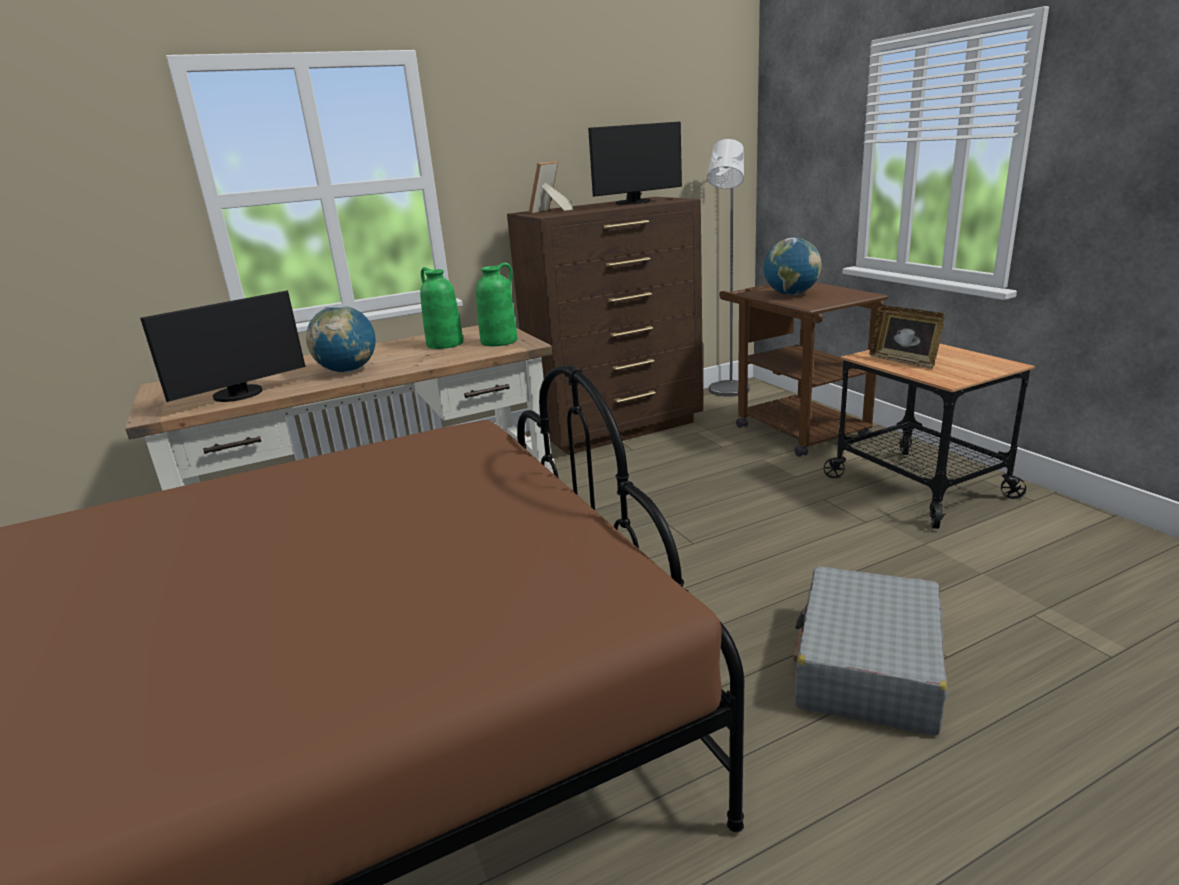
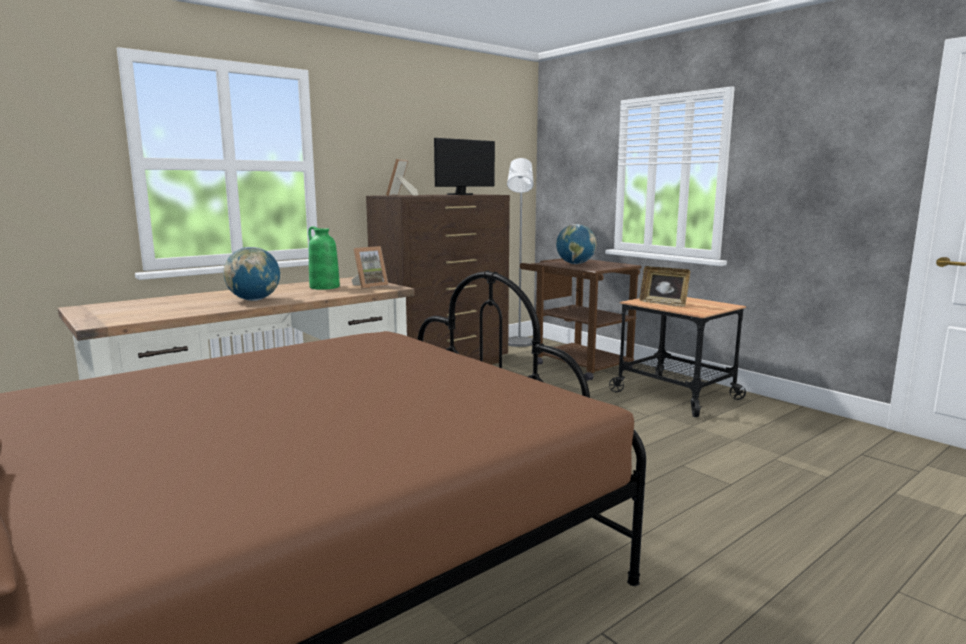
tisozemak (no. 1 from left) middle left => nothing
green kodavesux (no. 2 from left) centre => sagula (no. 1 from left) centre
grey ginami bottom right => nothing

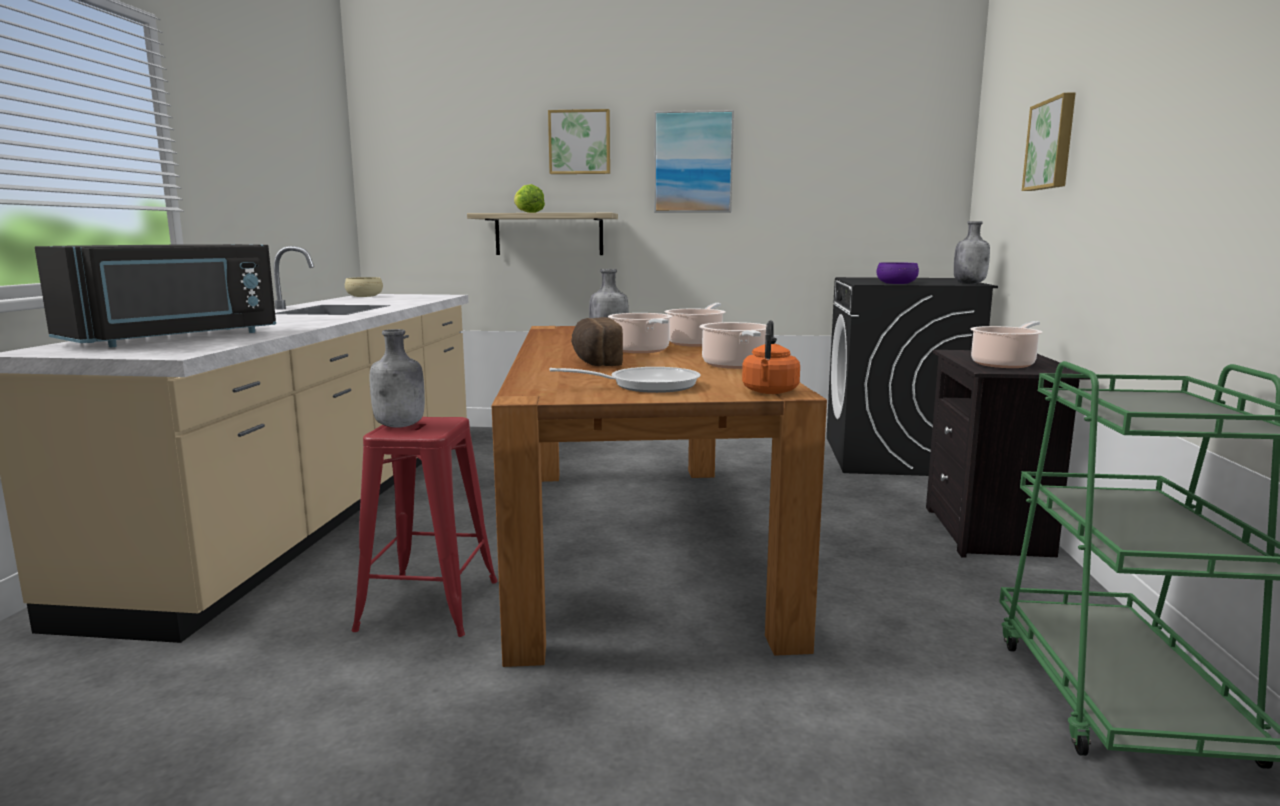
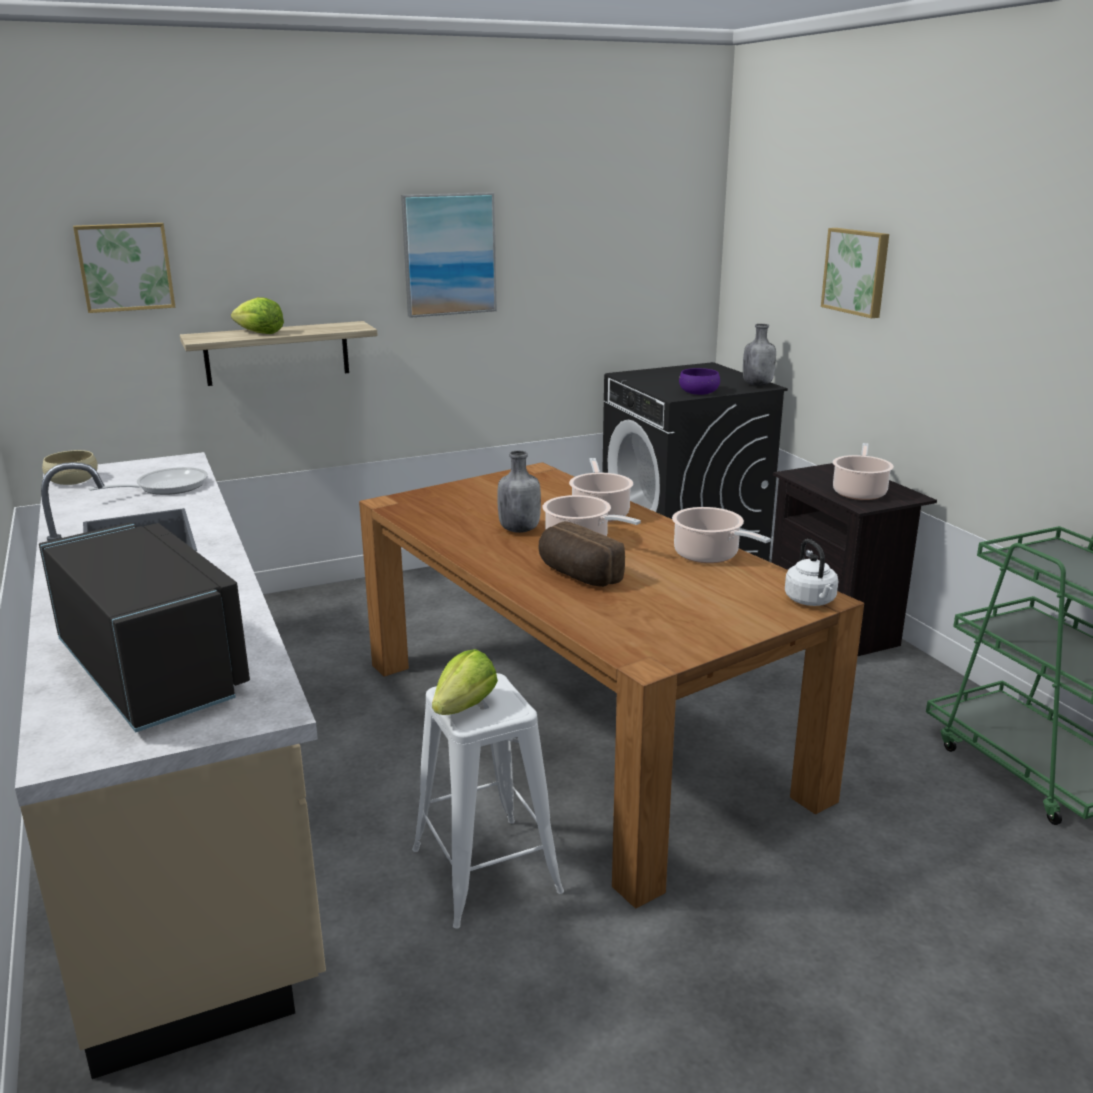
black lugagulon middle left, 45 degrees counterclockwise
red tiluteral middle left => white tiluteral bottom centre
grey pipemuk (no. 1 from left) middle left => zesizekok (no. 2 from left) centre
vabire (no. 1 from left) top centre => vabire (no. 1 from left) top left, shifted
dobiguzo centre => dobiguzo middle left, shifted
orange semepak centre => white semepak middle right

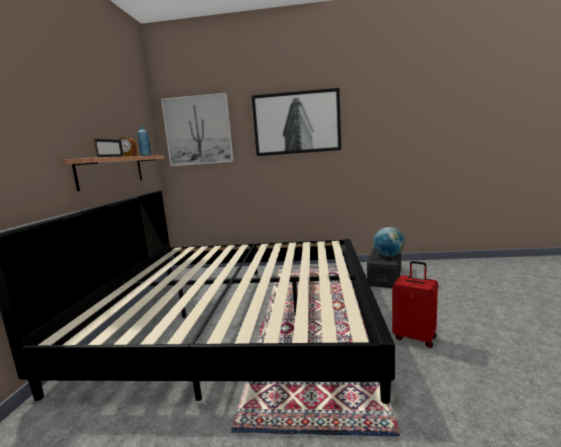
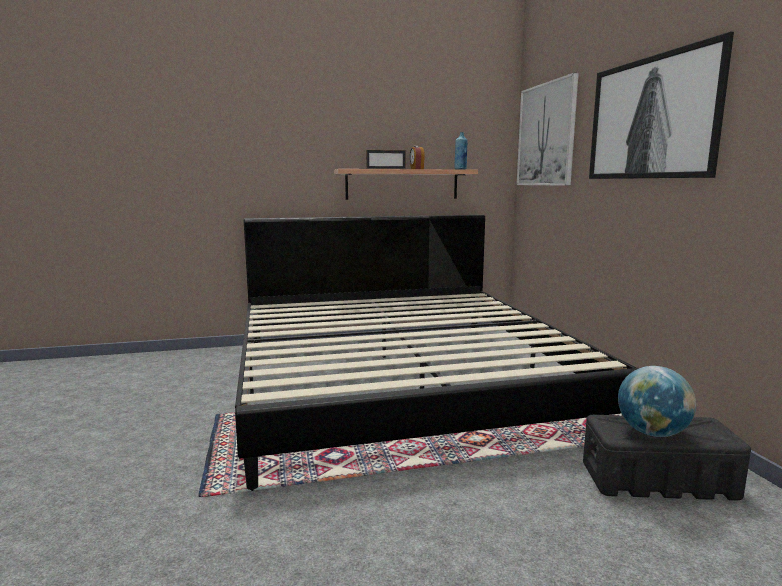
red ginami bottom right => nothing

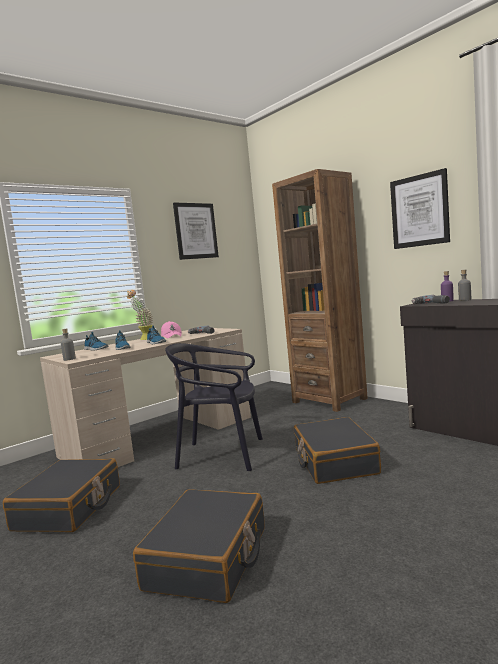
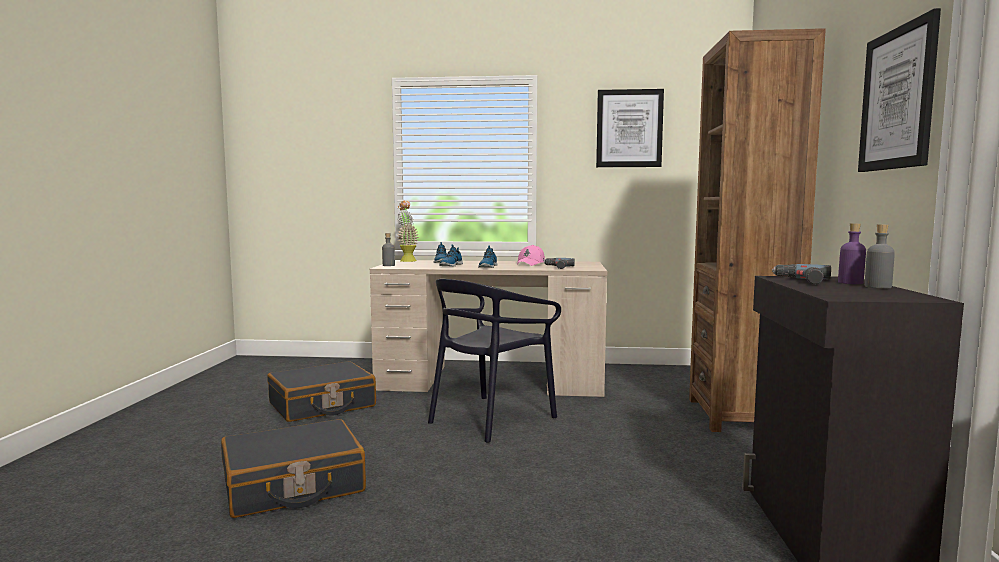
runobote middle left => runobote centre, shifted
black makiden centre, 105 degrees counterclockwise
black ginami (no. 3 from left) bottom right => nothing

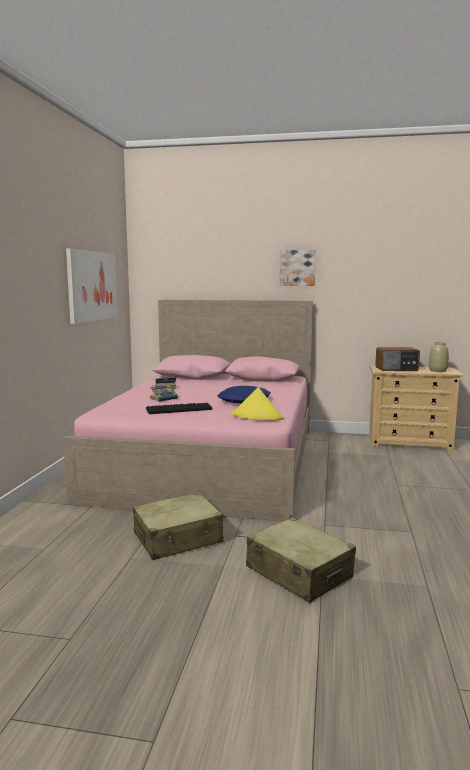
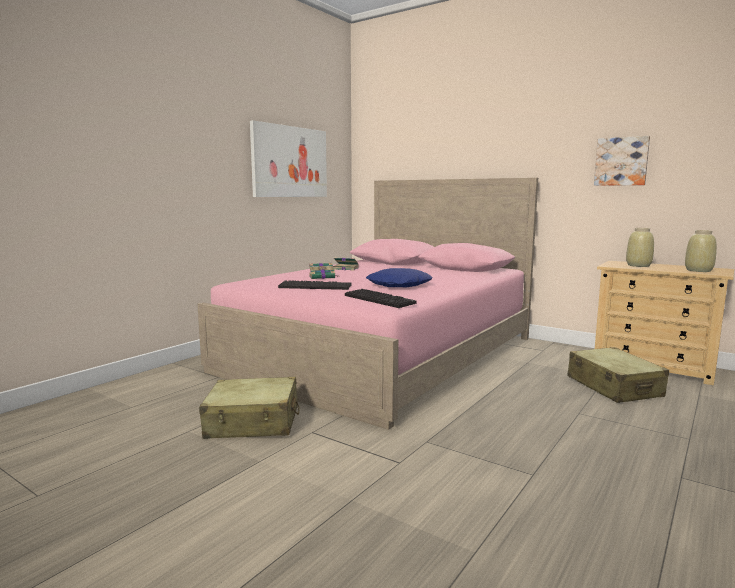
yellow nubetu centre => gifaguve (no. 2 from left) centre
beige ginami (no. 2 from left) bottom centre => beige ginami (no. 2 from left) middle right, shifted
vabire (no. 2 from left) centre => vabire (no. 2 from left) top right, shifted
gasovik middle right => beige kodavesux (no. 1 from left) middle right

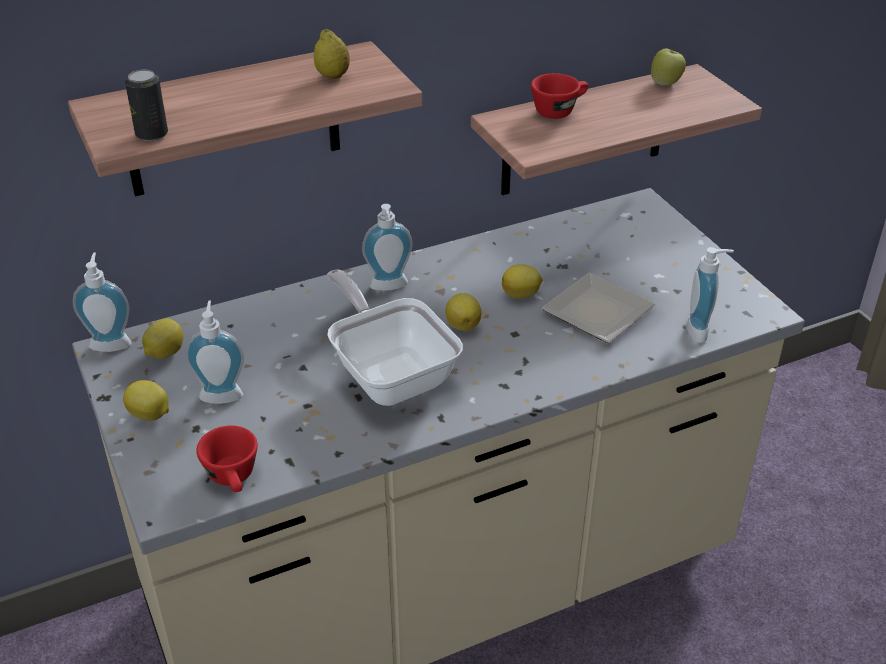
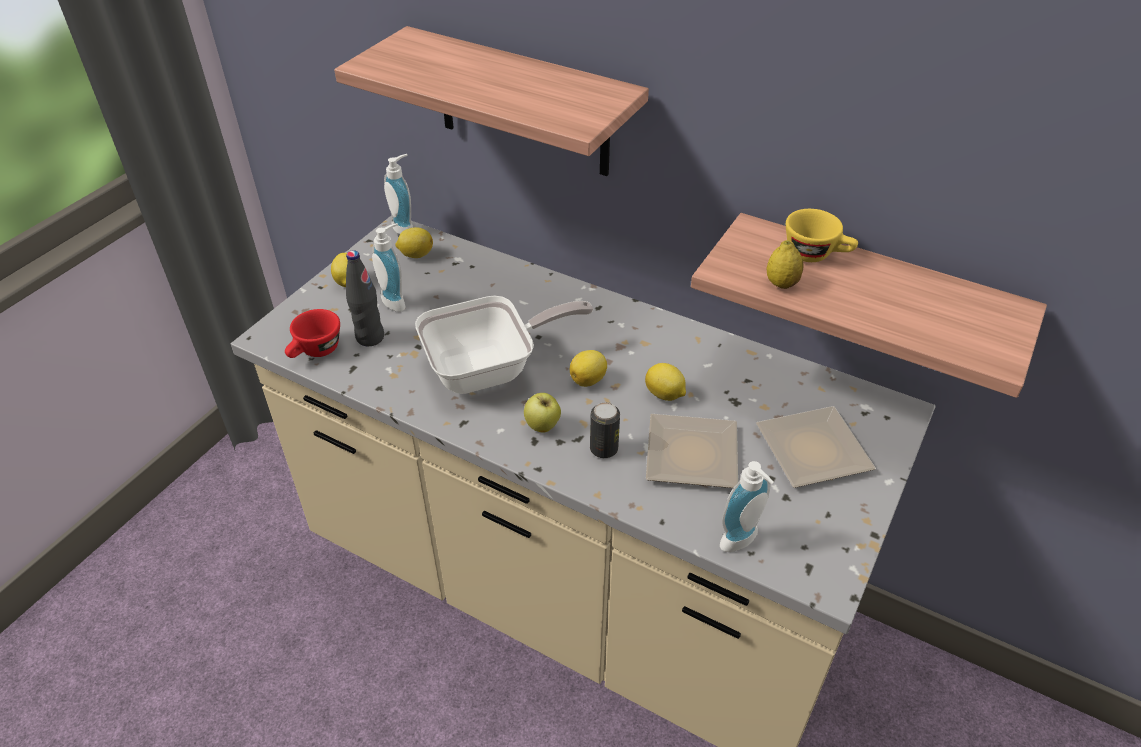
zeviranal top left => zeviranal centre, shifted
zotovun (no. 3 from left in the first image) top centre => zotovun (no. 5 from left) middle right, shifted
dobiguzo centre, 45 degrees clockwise
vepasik (no. 3 from left) centre => nothing
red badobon (no. 2 from left) top centre => yellow badobon top right
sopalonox top right => sopalonox centre, shifted
nothing => black pipemuk middle left
nothing => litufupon (no. 2 from left) middle right

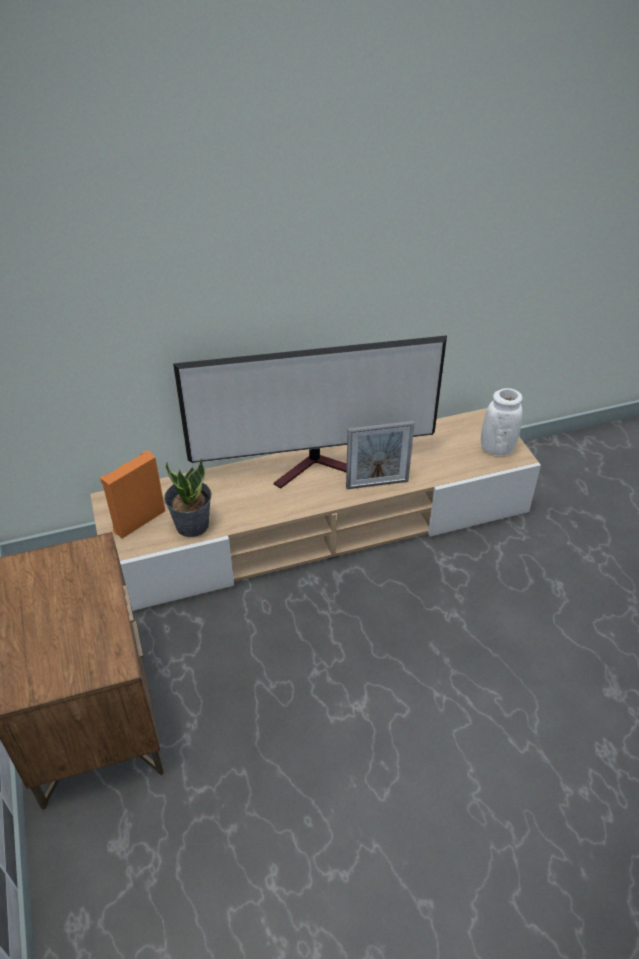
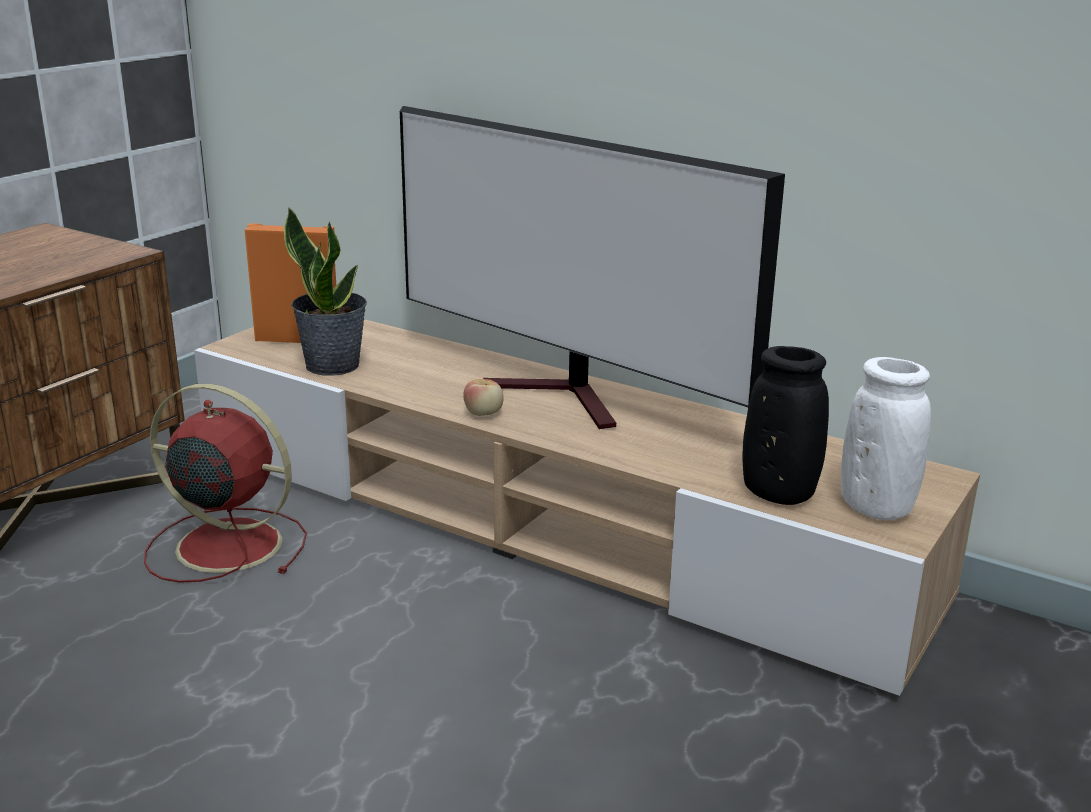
sagula centre => nothing
nothing => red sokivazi middle left
nothing => sopalonox centre
nothing => black kodavesux middle right

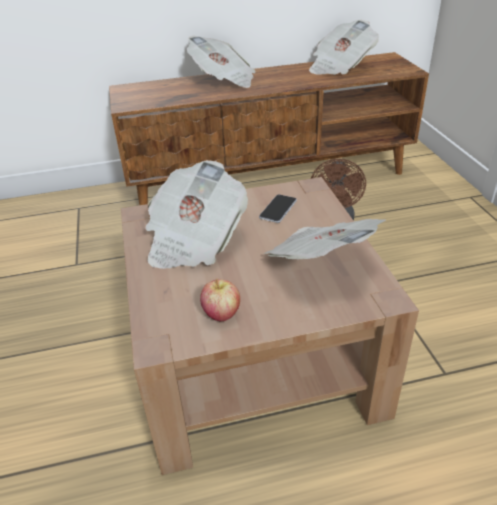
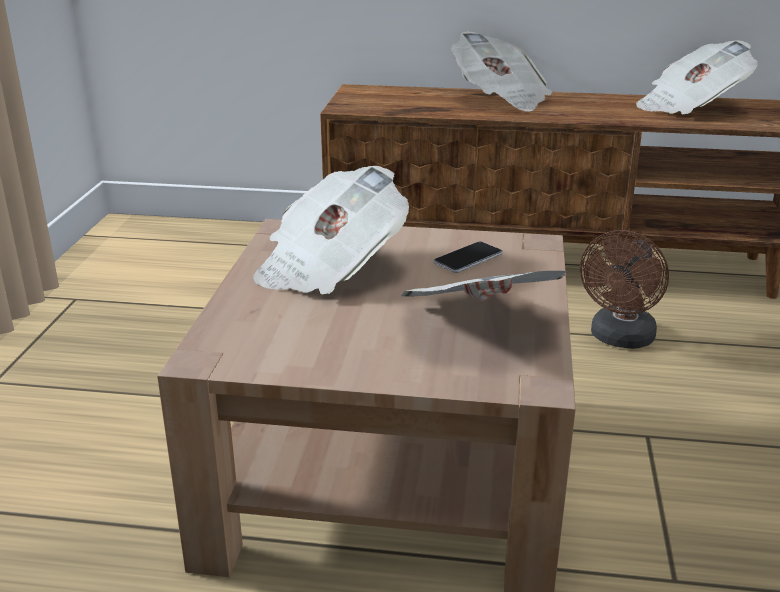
sopalonox centre => nothing

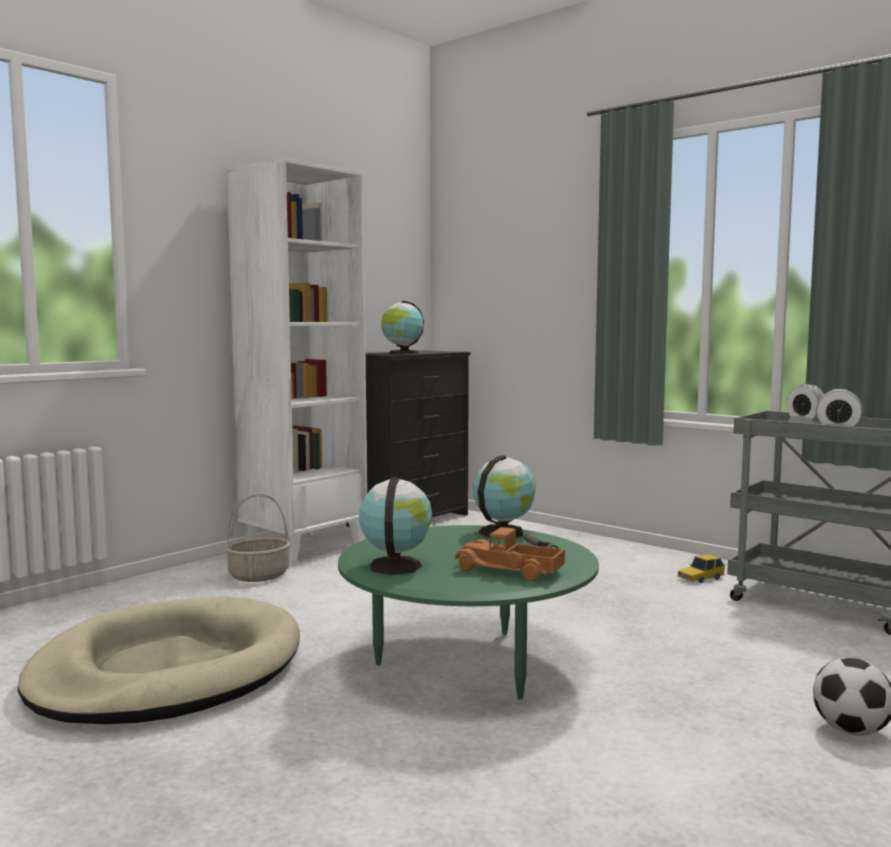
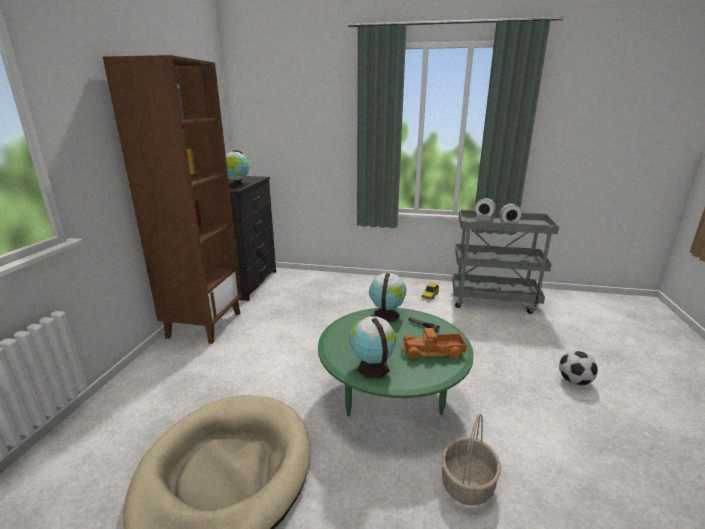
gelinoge middle left => gelinoge bottom right, shifted
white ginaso centre => brown ginaso middle left

